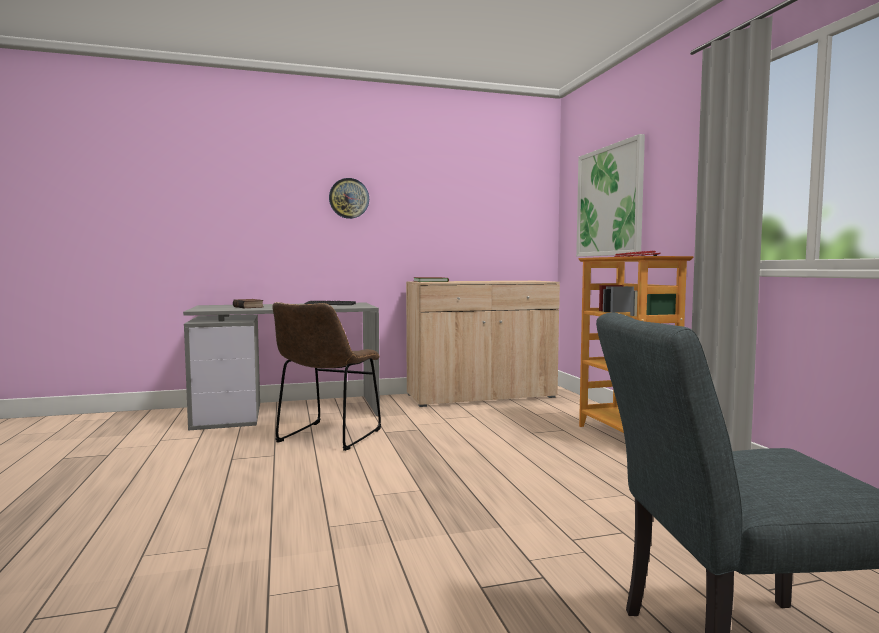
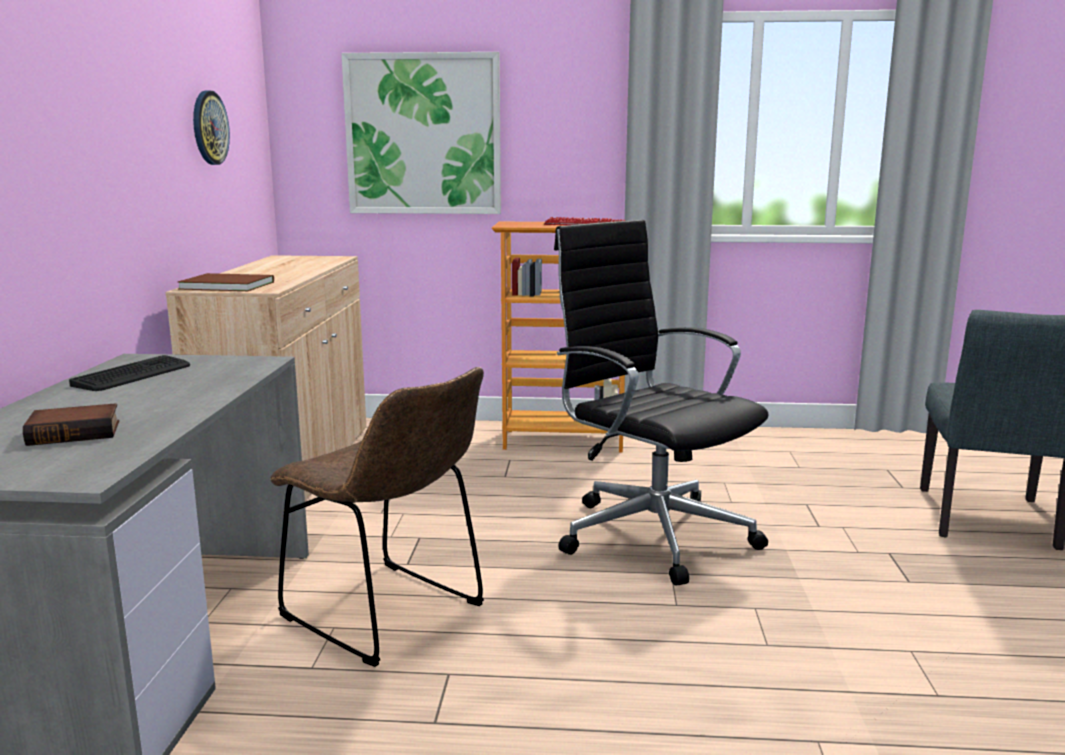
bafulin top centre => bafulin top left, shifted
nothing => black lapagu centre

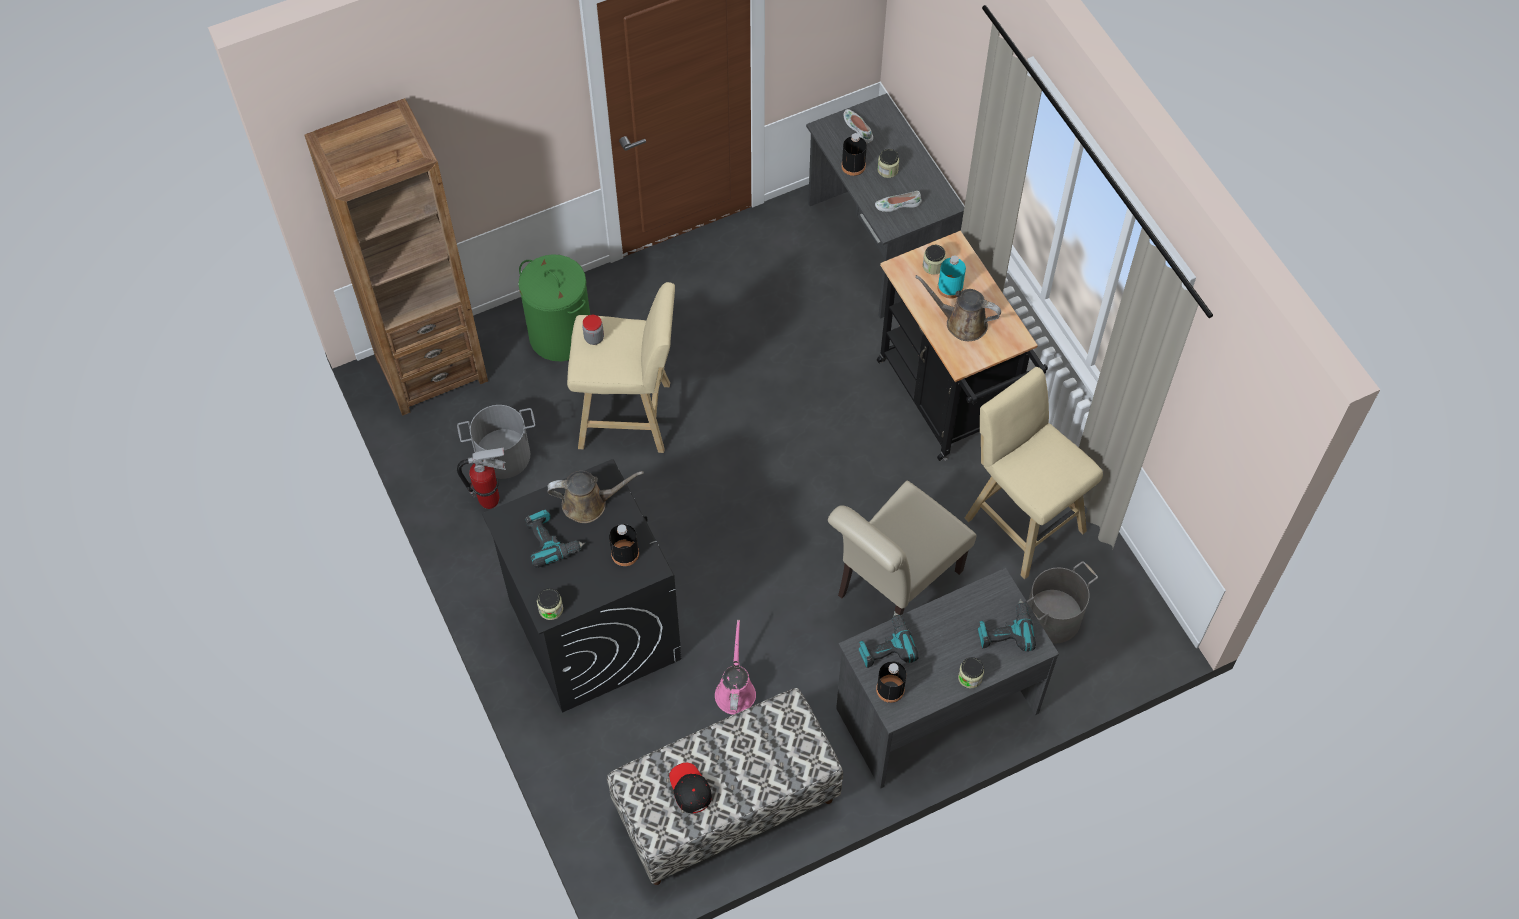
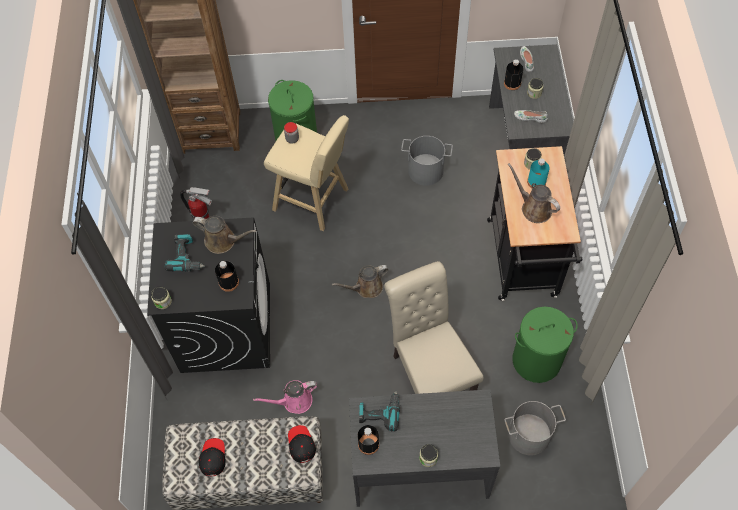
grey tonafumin (no. 1 from left) middle left => grey tonafumin (no. 1 from left) top centre, shifted
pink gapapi bottom centre, 135 degrees counterclockwise
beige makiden centre, 90 degrees clockwise
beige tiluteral (no. 2 from left) middle right => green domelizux (no. 2 from left) bottom right
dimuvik (no. 3 from left) bottom centre => nothing
nothing => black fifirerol (no. 2 from left) bottom centre
nothing => brown gapapi (no. 2 from left) centre

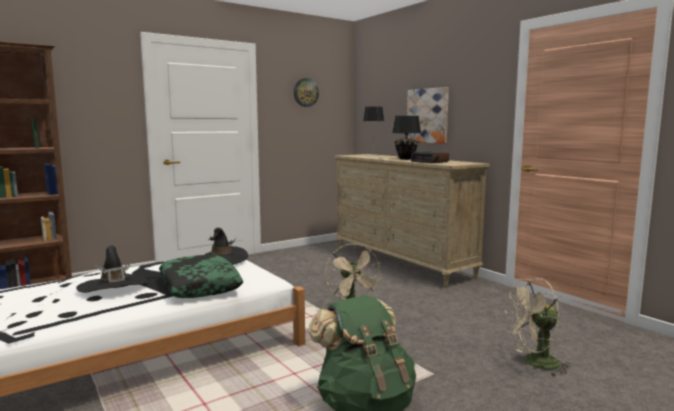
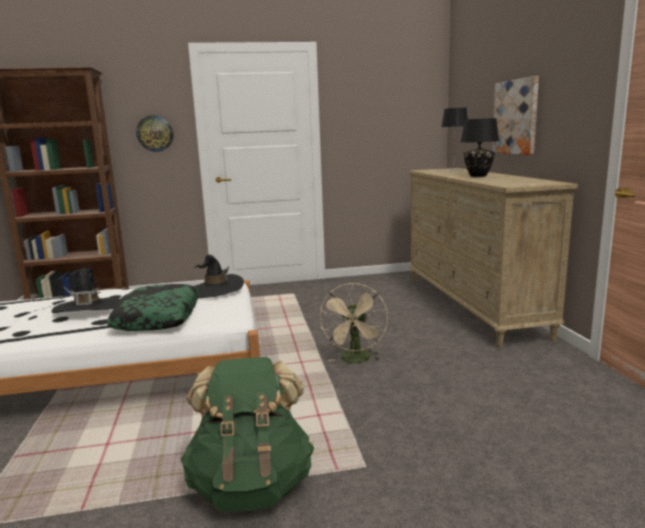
bafulin top centre => bafulin top left, shifted
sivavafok centre => nothing
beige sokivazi (no. 2 from left) bottom right => nothing

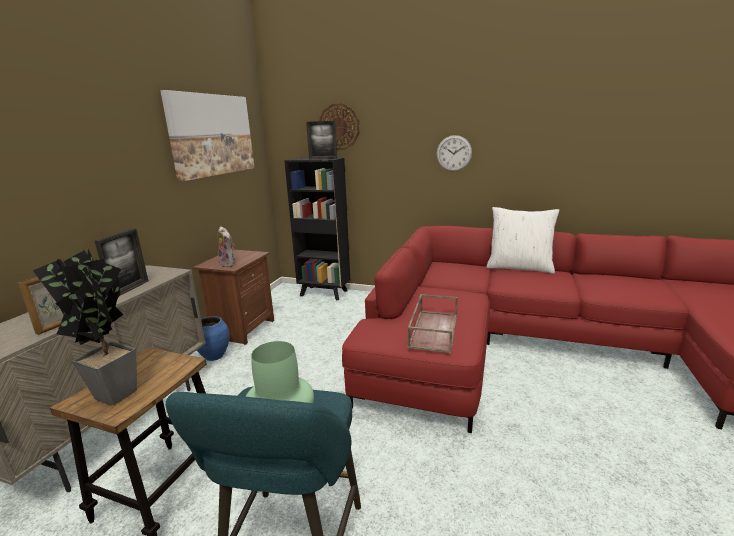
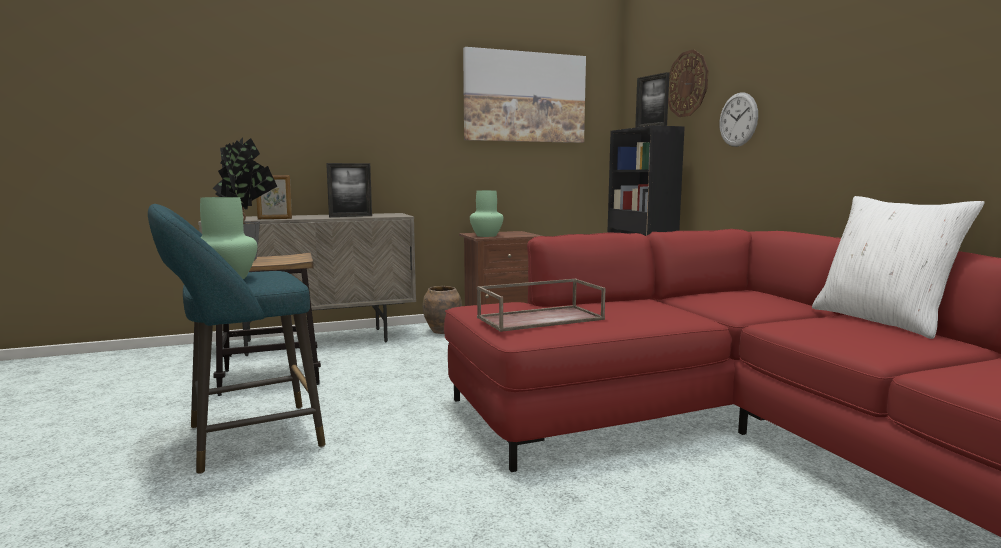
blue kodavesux middle left => brown kodavesux centre
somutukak middle left => green kodavesux (no. 2 from left) centre
bafulin (no. 2 from left) top centre => bafulin (no. 2 from left) top right, shifted

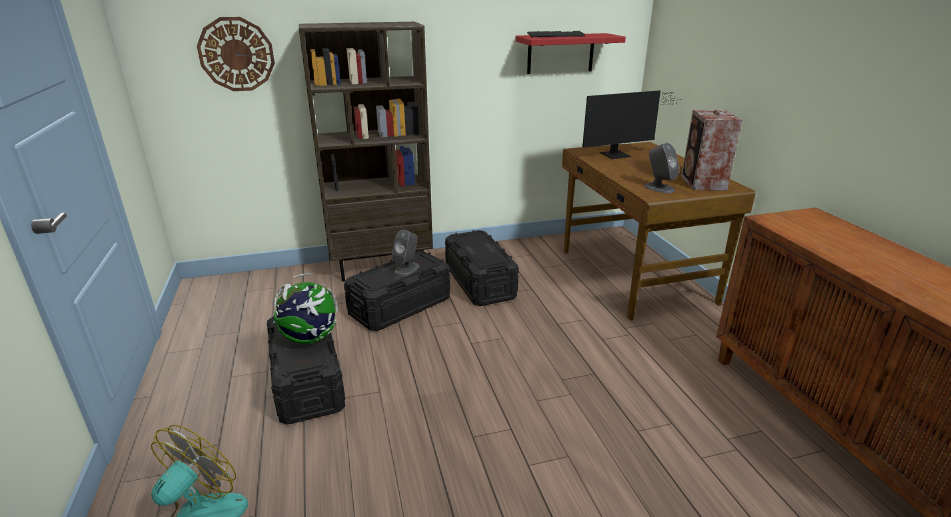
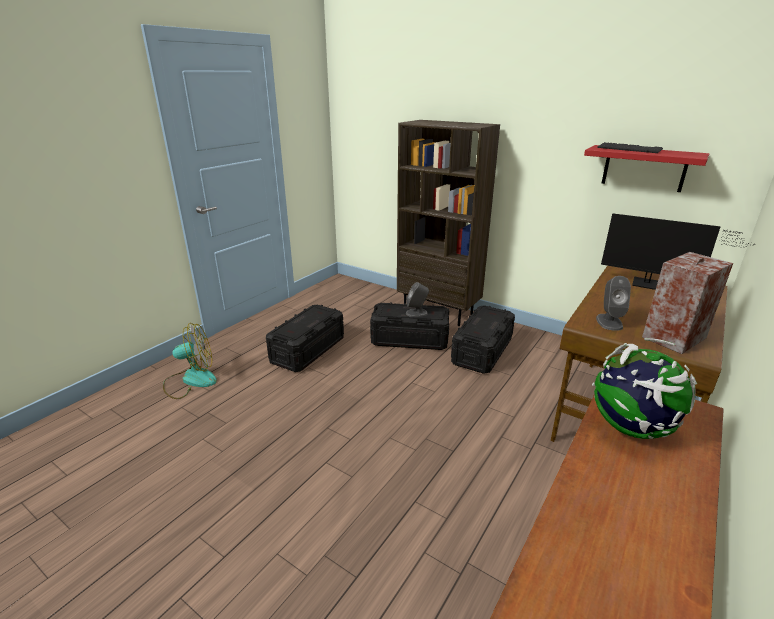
bafulin top left => nothing
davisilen middle left => davisilen middle right, shifted

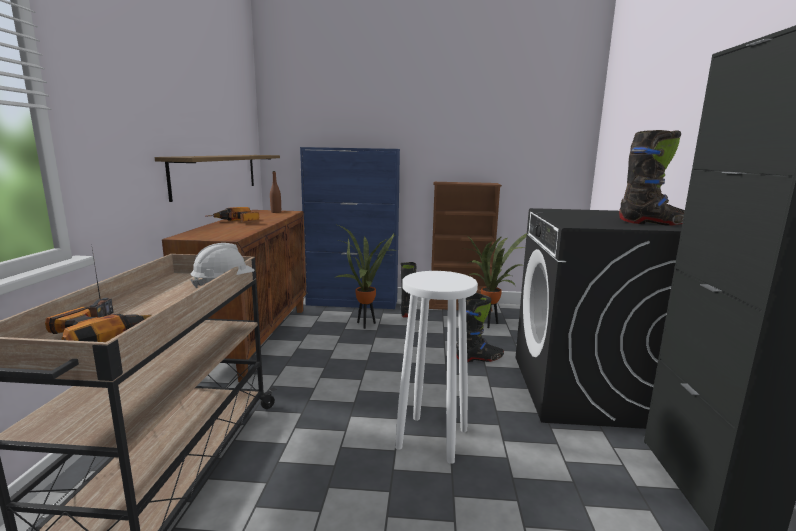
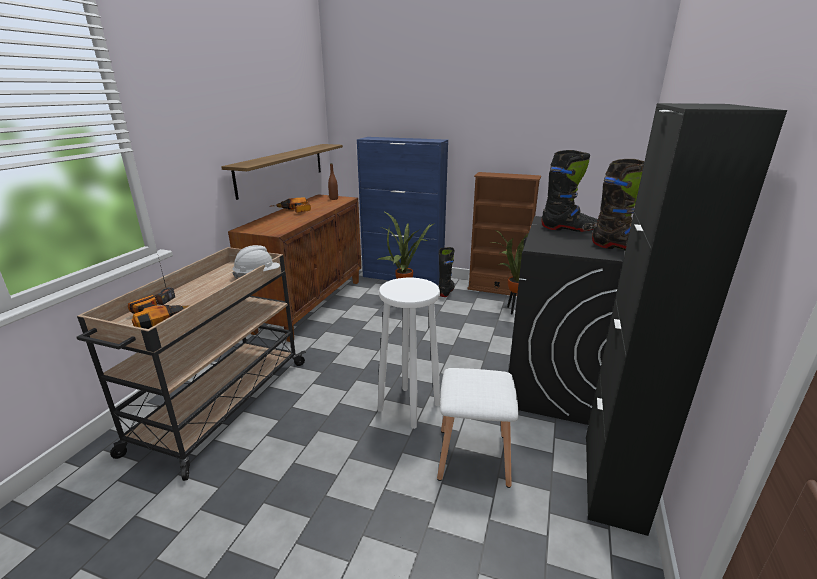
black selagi (no. 2 from left) centre => black selagi (no. 2 from left) top right, shifted
nothing => white tiluteral (no. 2 from left) bottom centre

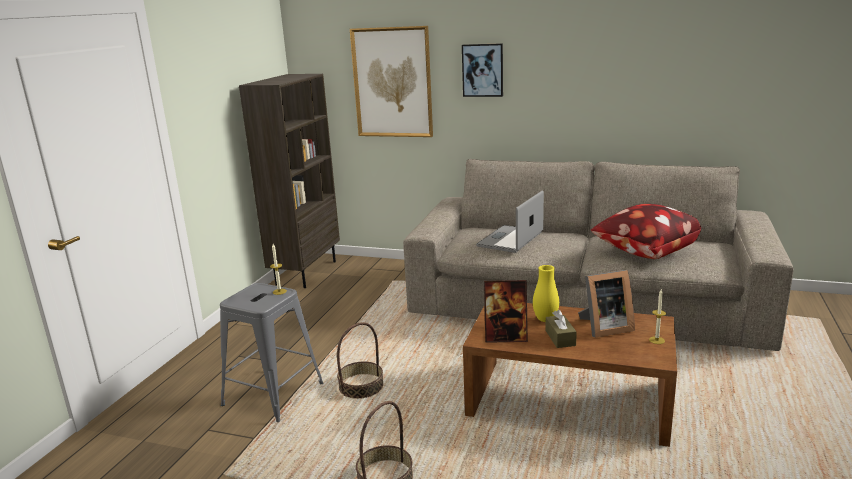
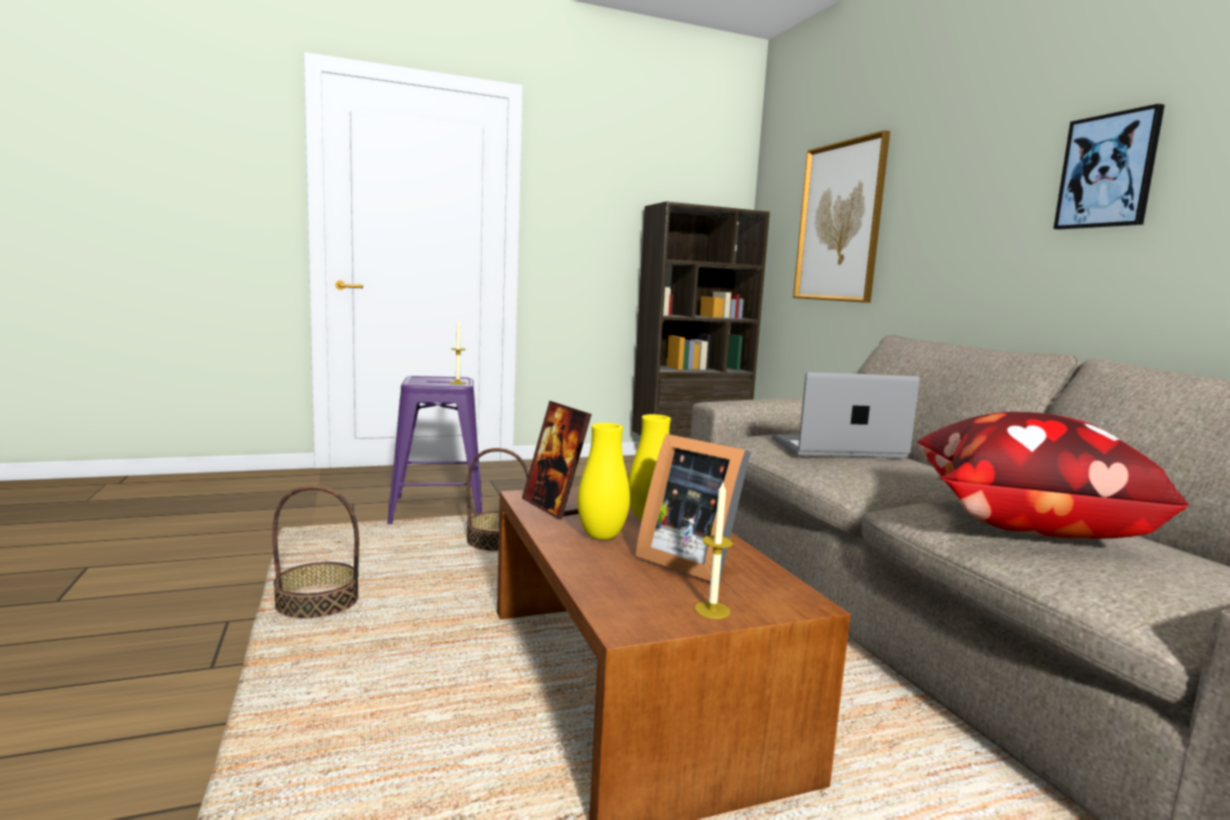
grey tiluteral bottom left => purple tiluteral centre
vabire (no. 2 from left) top centre => vabire (no. 2 from left) top right, shifted
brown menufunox bottom centre => yellow kodavesux (no. 1 from left) centre

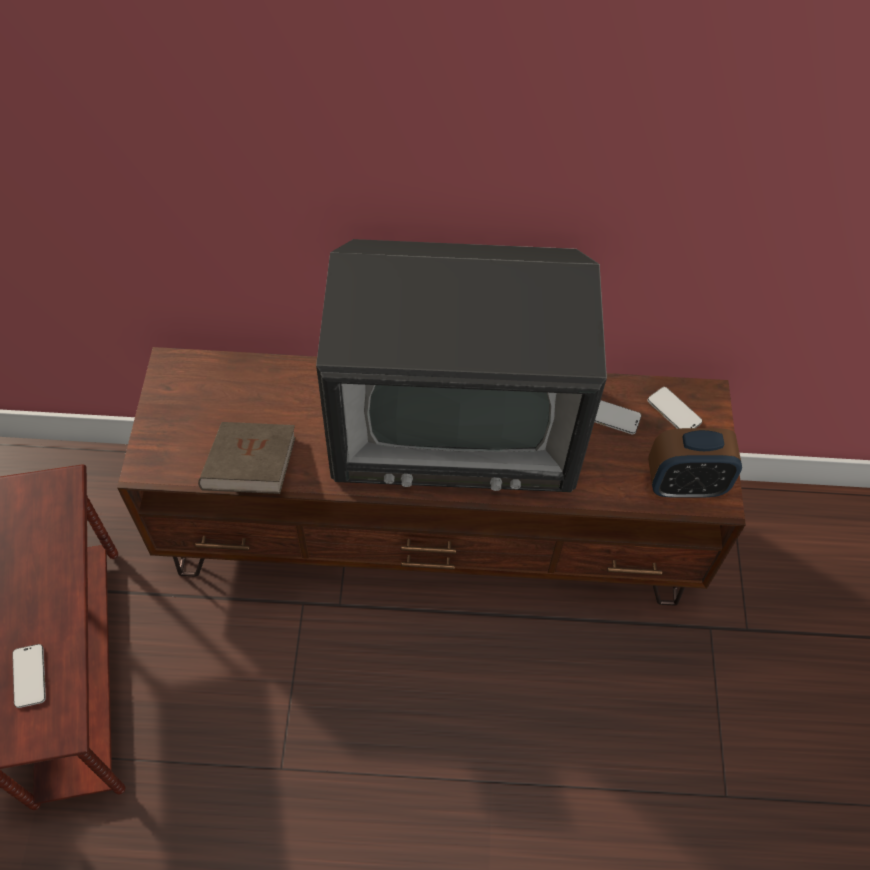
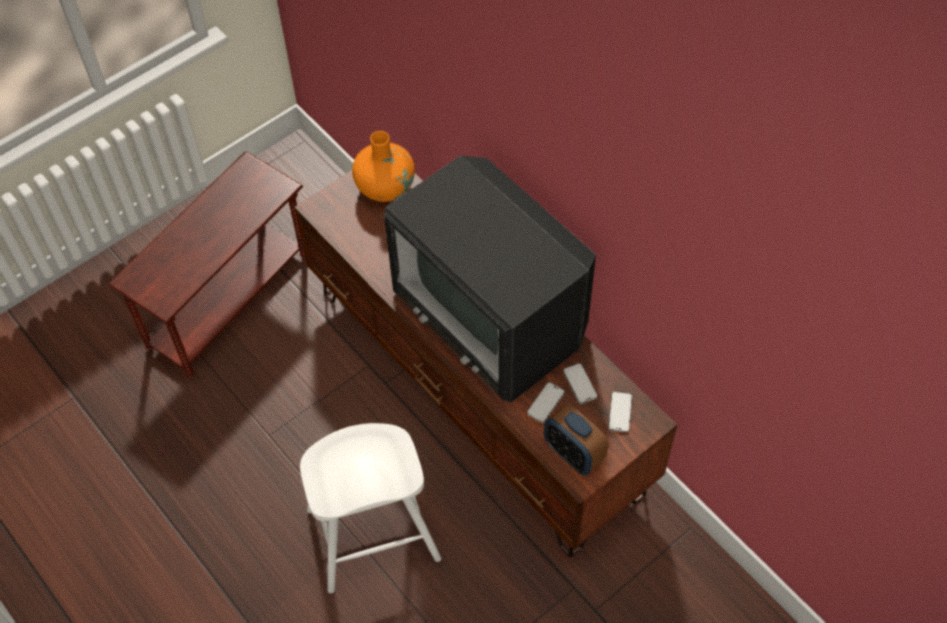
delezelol (no. 1 from left) bottom left => delezelol (no. 1 from left) centre, shifted
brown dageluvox middle left => nothing
nothing => white tiluteral bottom centre
nothing => orange kodavesux top centre

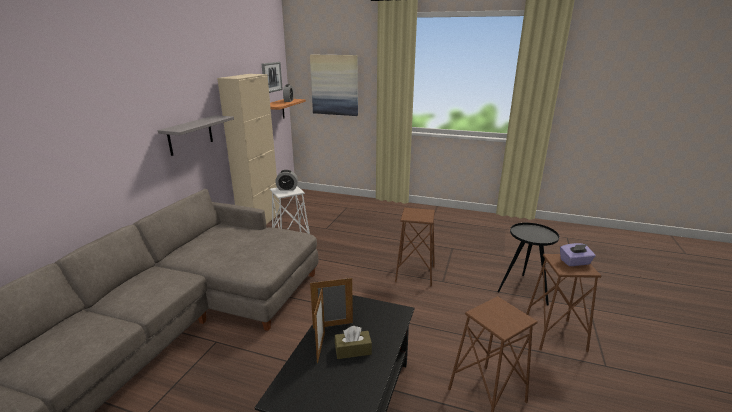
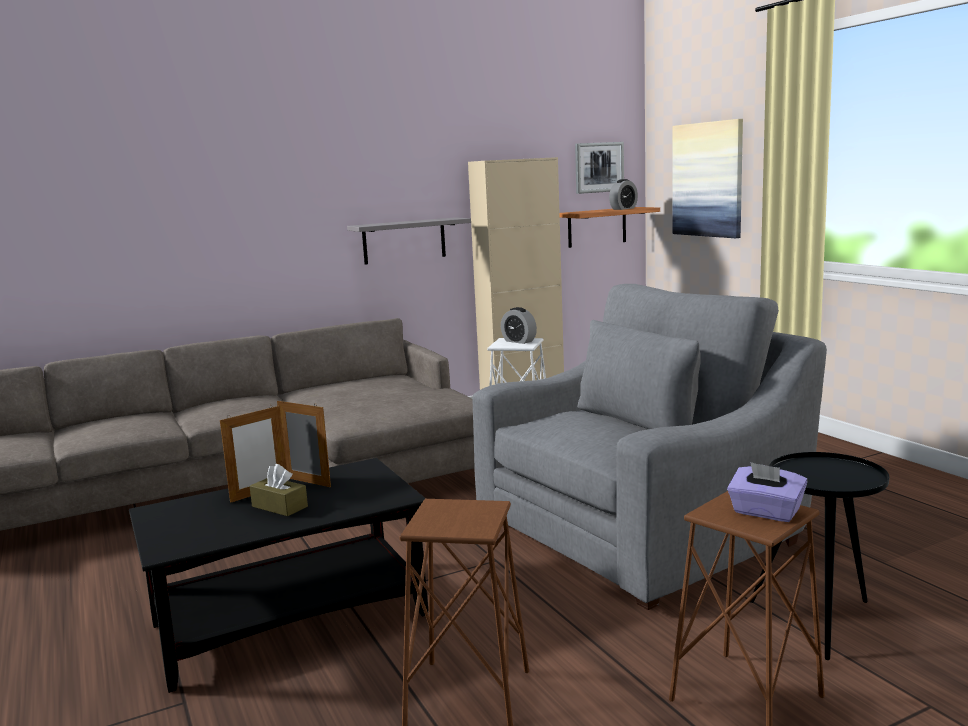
brown tiluteral (no. 1 from left) centre => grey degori middle right

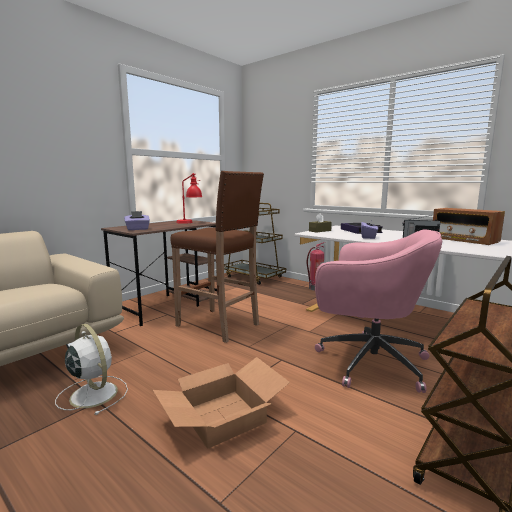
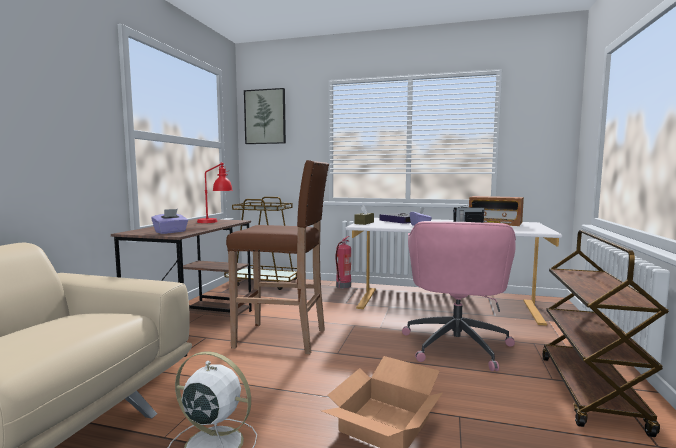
pink lapagu middle right, 105 degrees clockwise
nothing => vabire top centre

